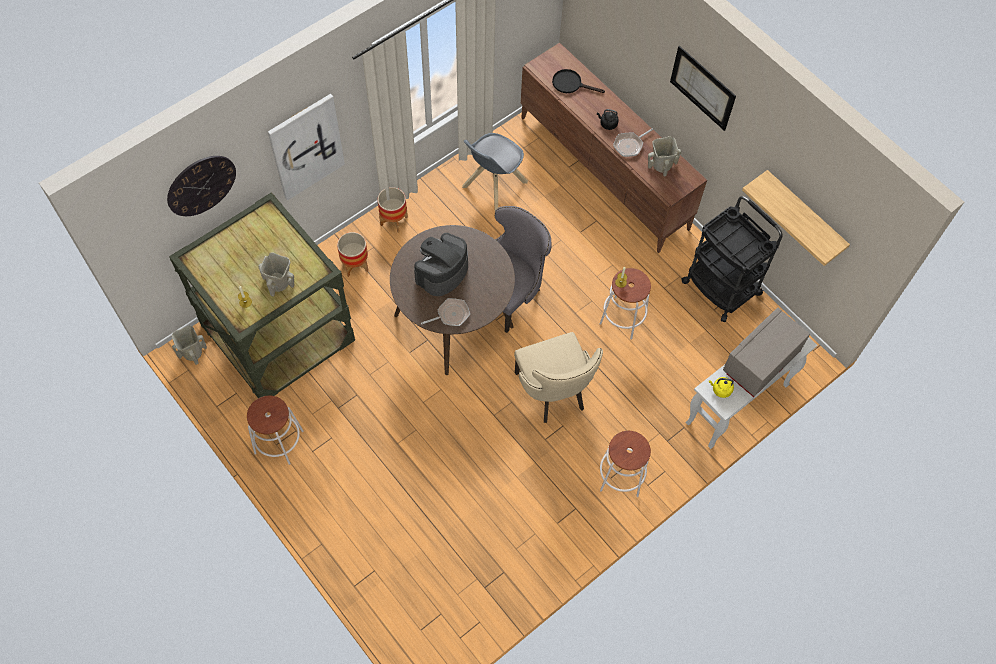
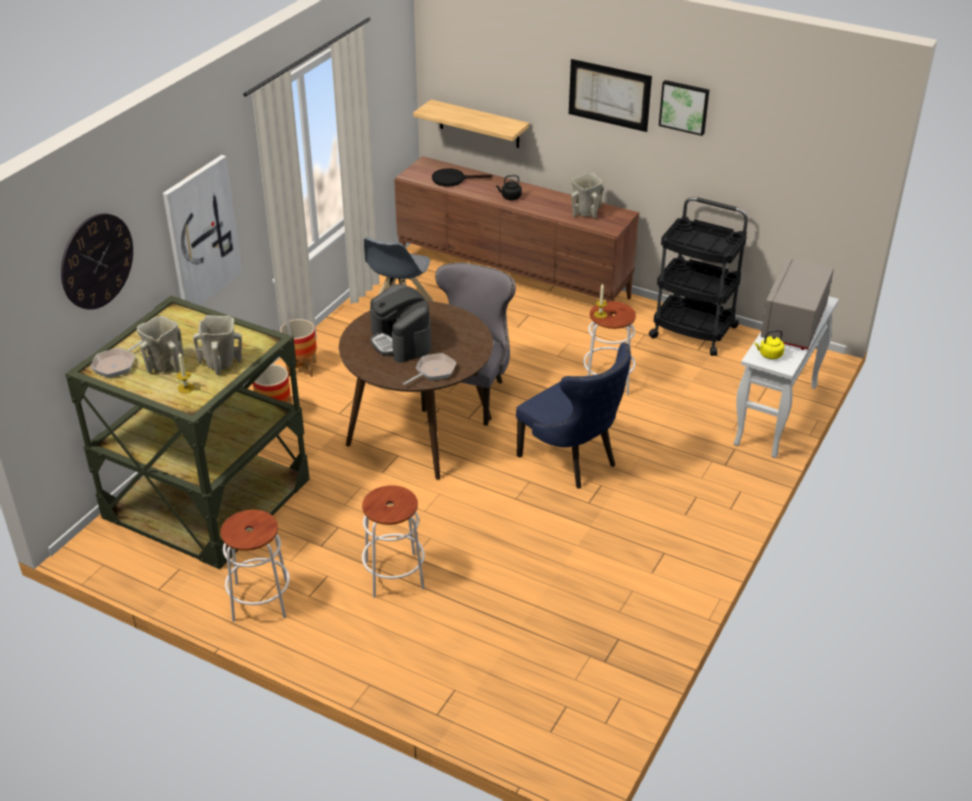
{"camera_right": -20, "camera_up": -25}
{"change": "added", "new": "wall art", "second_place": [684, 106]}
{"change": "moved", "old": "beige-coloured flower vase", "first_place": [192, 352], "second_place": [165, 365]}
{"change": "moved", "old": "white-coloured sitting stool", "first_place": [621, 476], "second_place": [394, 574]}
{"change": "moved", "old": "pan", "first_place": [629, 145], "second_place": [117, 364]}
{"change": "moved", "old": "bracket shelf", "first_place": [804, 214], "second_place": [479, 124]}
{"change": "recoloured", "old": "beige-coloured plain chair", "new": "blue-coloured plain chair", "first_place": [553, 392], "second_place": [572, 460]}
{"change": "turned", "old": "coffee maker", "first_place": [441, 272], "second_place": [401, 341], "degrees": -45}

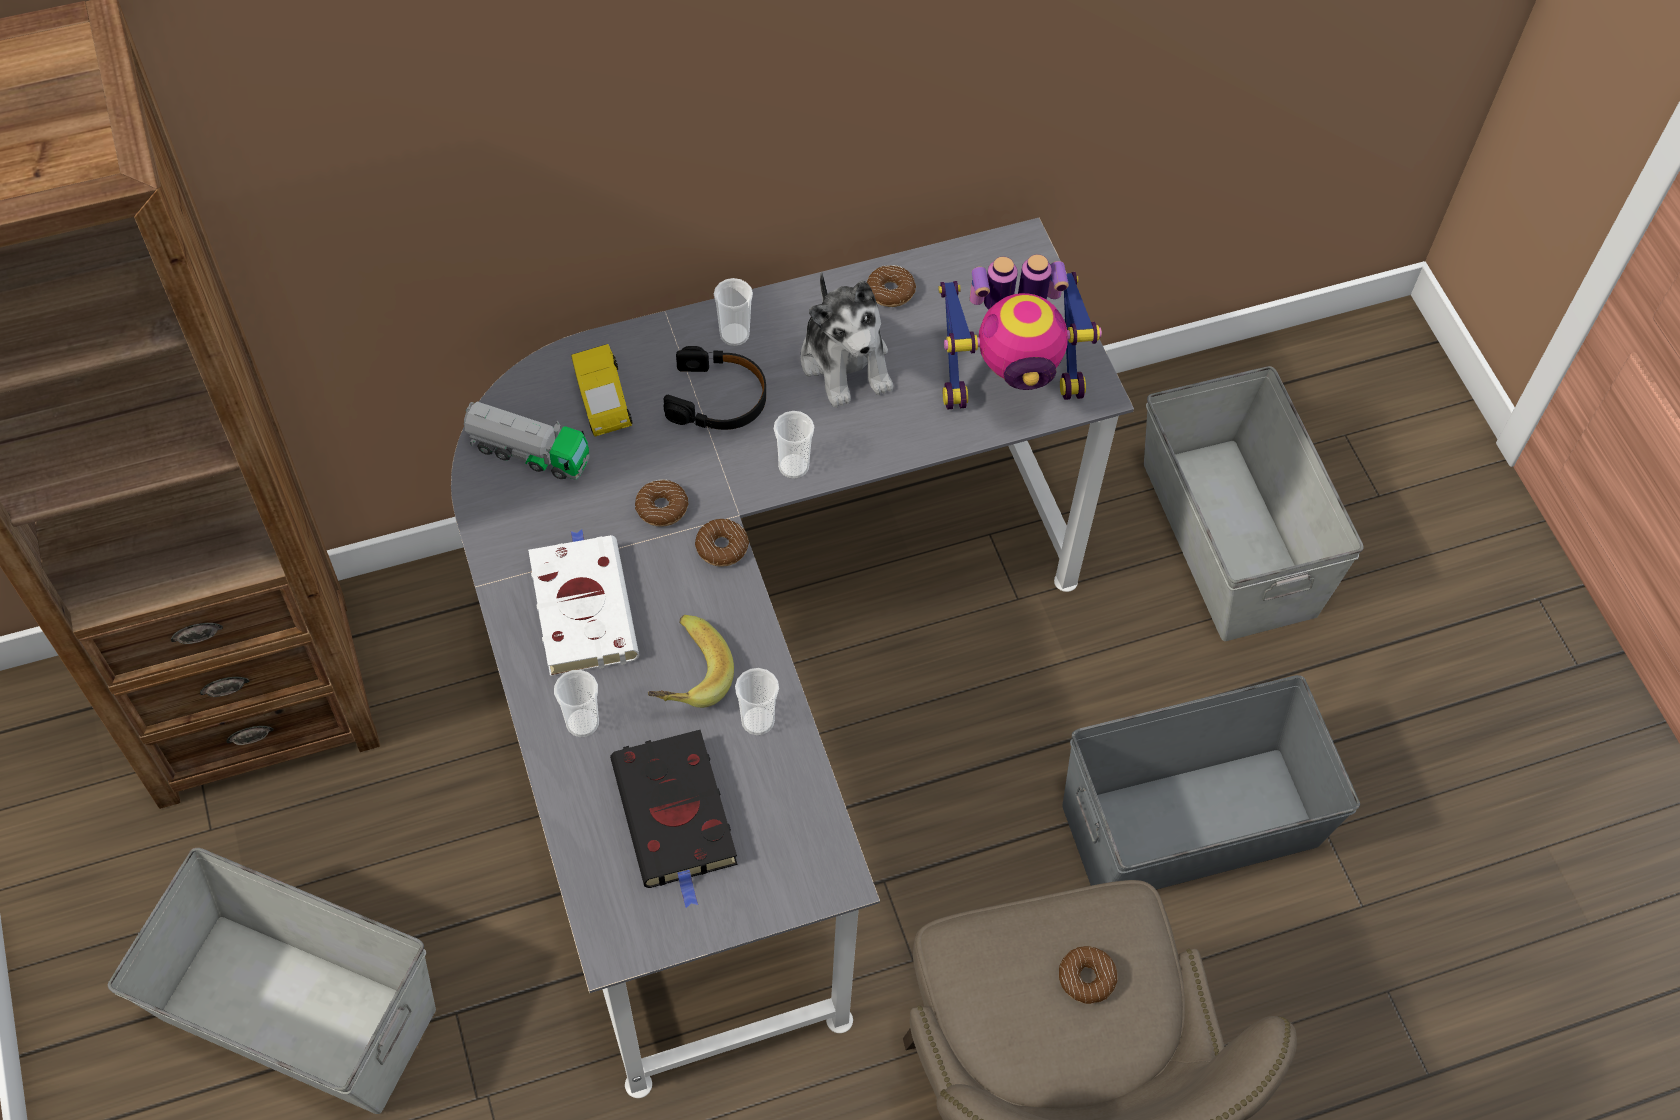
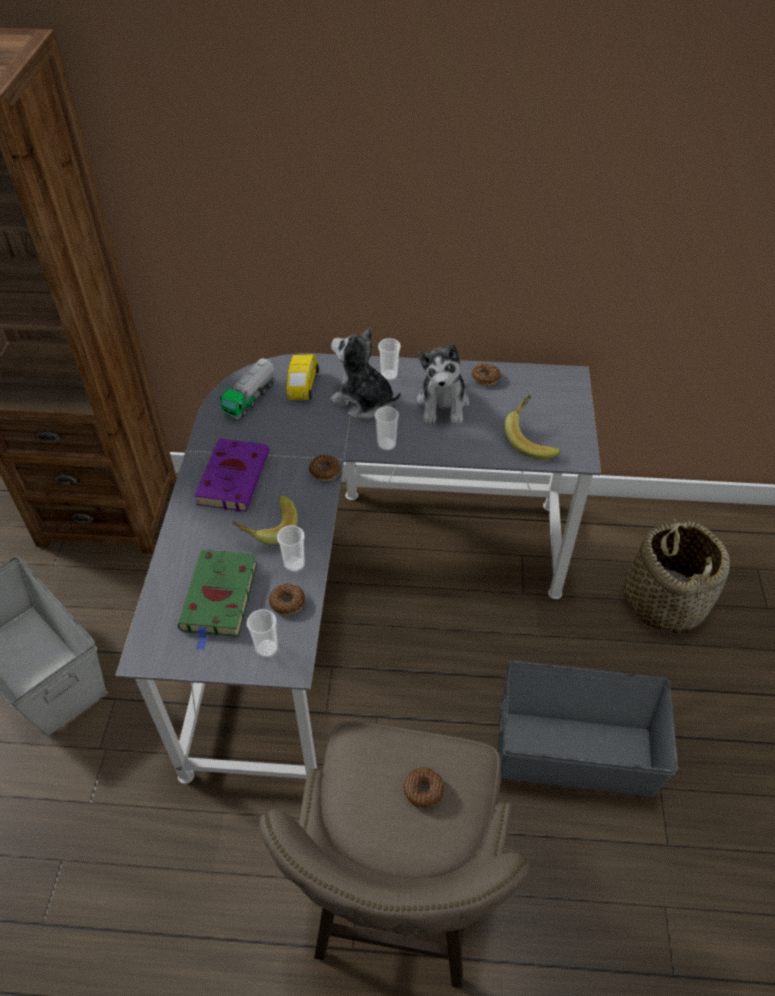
{"camera_right": 25, "camera_up": -10}
{"change": "moved", "old": "drinking cup", "first_place": [582, 723], "second_place": [267, 648]}
{"change": "moved", "old": "ring doughnut", "first_place": [662, 508], "second_place": [287, 602]}
{"change": "replaced", "old": "black-coloured headset", "new": "soft toy", "first_place": [718, 399], "second_place": [363, 401]}
{"change": "replaced", "old": "toy robot", "new": "banana fruit", "first_place": [1010, 382], "second_place": [532, 439]}
{"change": "replaced", "old": "gray storage bin", "new": "basket", "first_place": [1229, 536], "second_place": [664, 600]}
{"change": "recoloured", "old": "white-coloured volume", "new": "purple-coloured volume", "first_place": [582, 606], "second_place": [234, 476]}
{"change": "recoloured", "old": "black-coloured volume", "new": "greenish volume", "first_place": [676, 817], "second_place": [219, 599]}
{"change": "turned", "old": "model truck", "first_place": [528, 453], "second_place": [250, 398], "degrees": 75}

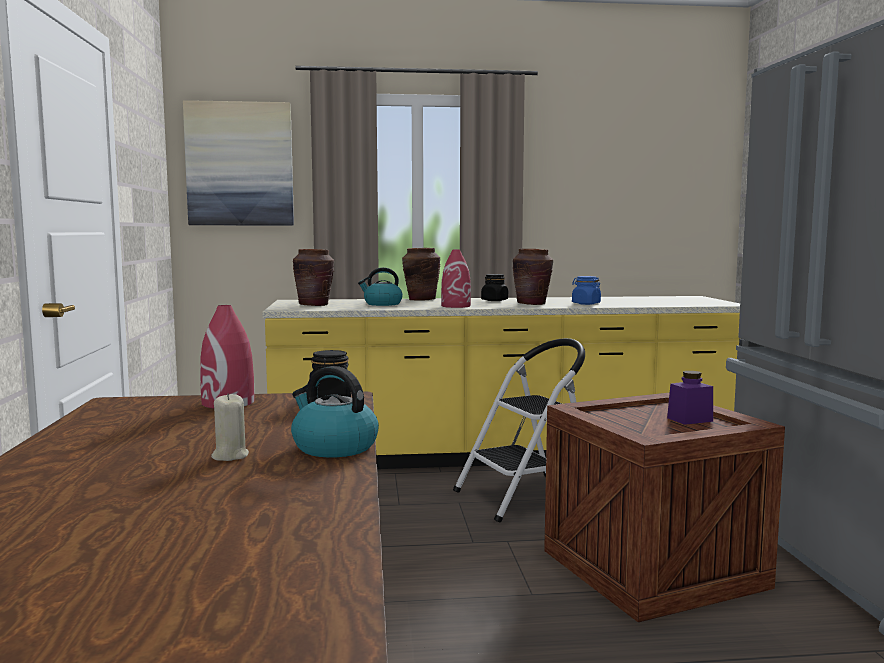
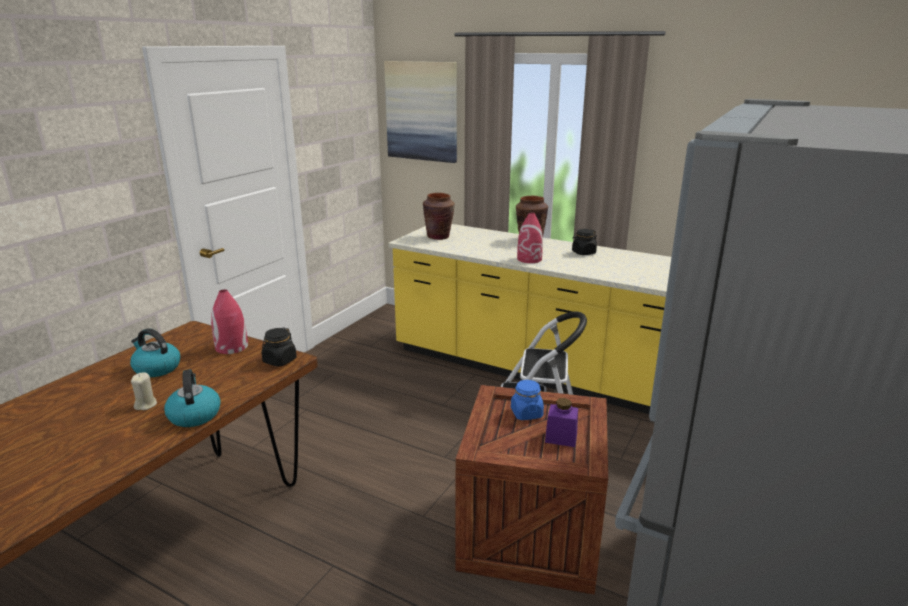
{"camera_right": 35, "camera_up": 15}
{"change": "removed", "old": "brown flower vase", "first_place": [532, 303]}
{"change": "moved", "old": "tea kettle", "first_place": [382, 304], "second_place": [156, 368]}
{"change": "moved", "old": "blue-coloured jar", "first_place": [585, 303], "second_place": [526, 413]}

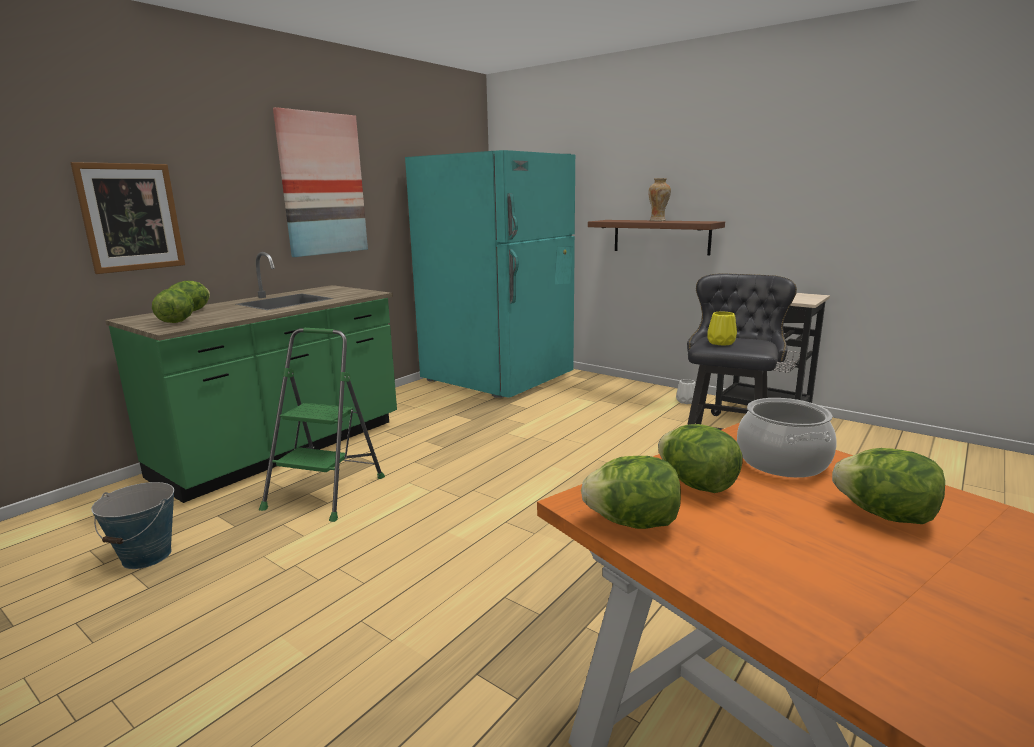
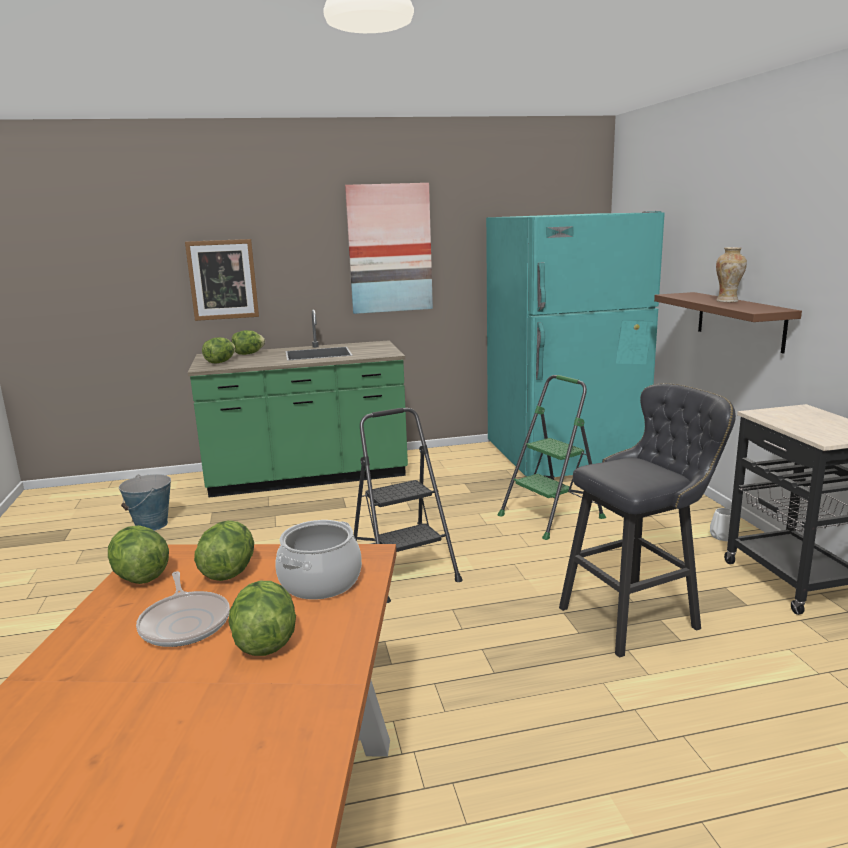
{"camera_right": 40, "camera_up": 0}
{"change": "removed", "old": "yellow flower vase", "first_place": [721, 343]}
{"change": "added", "new": "pan", "second_place": [185, 623]}
{"change": "added", "new": "black-coloured stepladder", "second_place": [402, 569]}
{"change": "moved", "old": "greenish stepladder", "first_place": [327, 490], "second_place": [553, 515]}

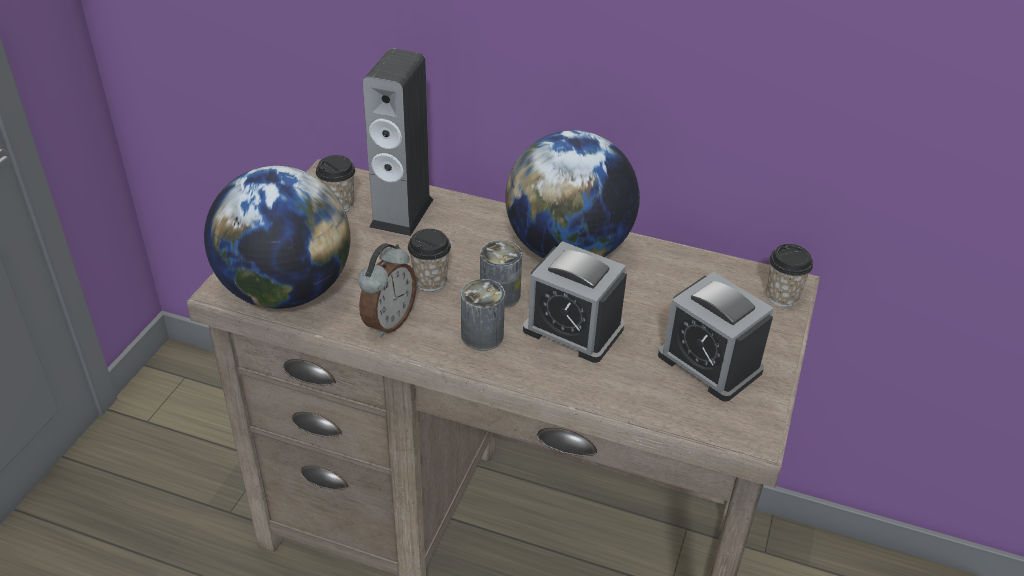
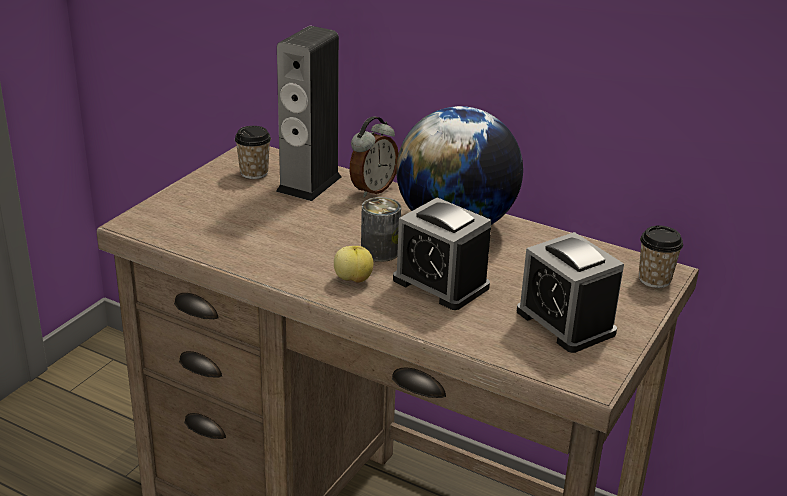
{"camera_right": 10, "camera_up": -10}
{"change": "removed", "old": "globe", "first_place": [286, 291]}
{"change": "removed", "old": "drinking cup", "first_place": [430, 281]}
{"change": "moved", "old": "bedside clock", "first_place": [388, 322], "second_place": [372, 189]}
{"change": "replaced", "old": "sealed can", "new": "apple", "first_place": [482, 335], "second_place": [353, 279]}

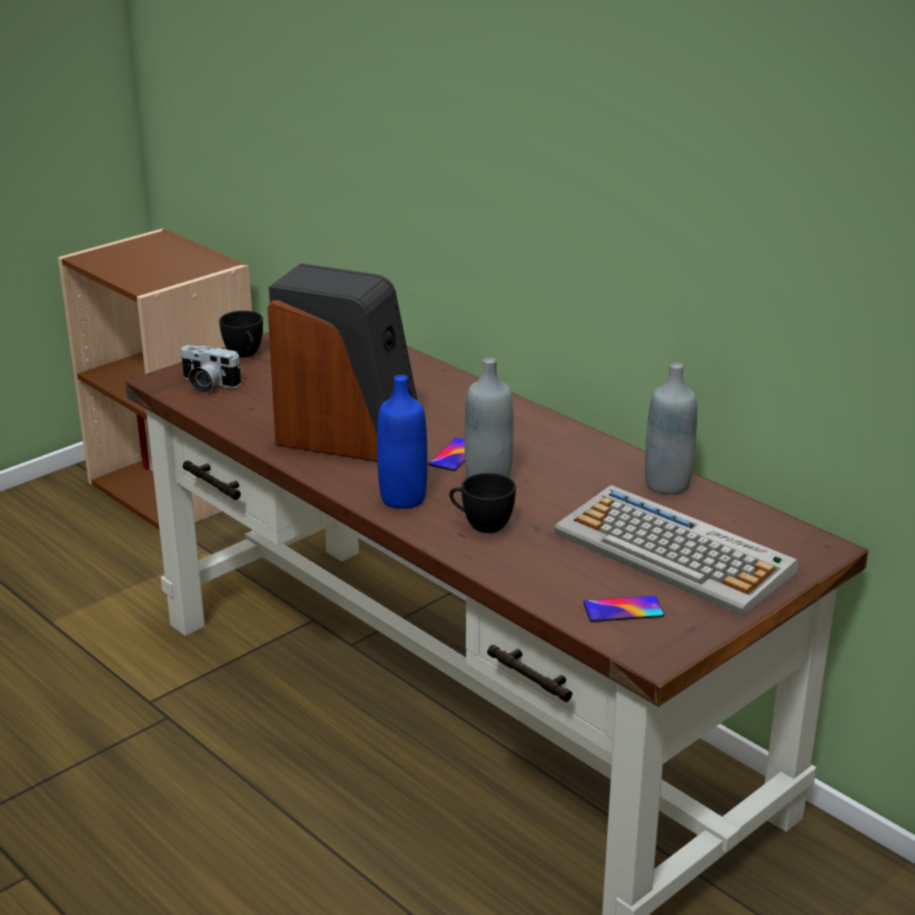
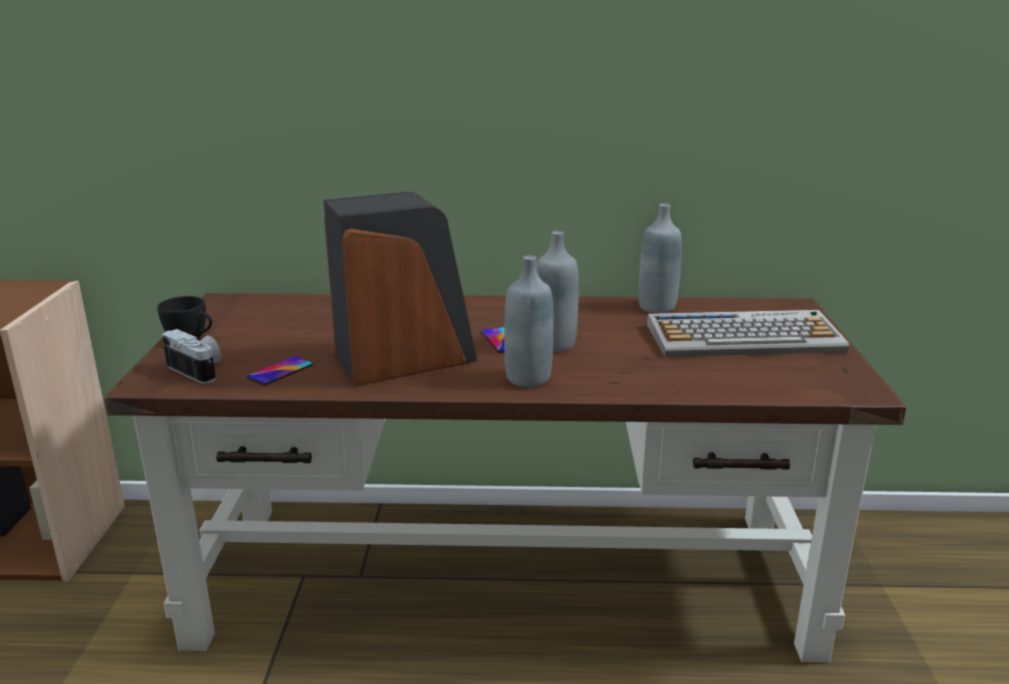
{"camera_right": -45, "camera_up": -5}
{"change": "removed", "old": "black-coloured drinking cup", "first_place": [481, 524]}
{"change": "moved", "old": "handset", "first_place": [623, 610], "second_place": [280, 371]}
{"change": "recoloured", "old": "blue-coloured beverage bottle", "new": "gray beverage bottle", "first_place": [403, 498], "second_place": [528, 378]}
{"change": "turned", "old": "still camera", "first_place": [207, 385], "second_place": [200, 370], "degrees": -120}

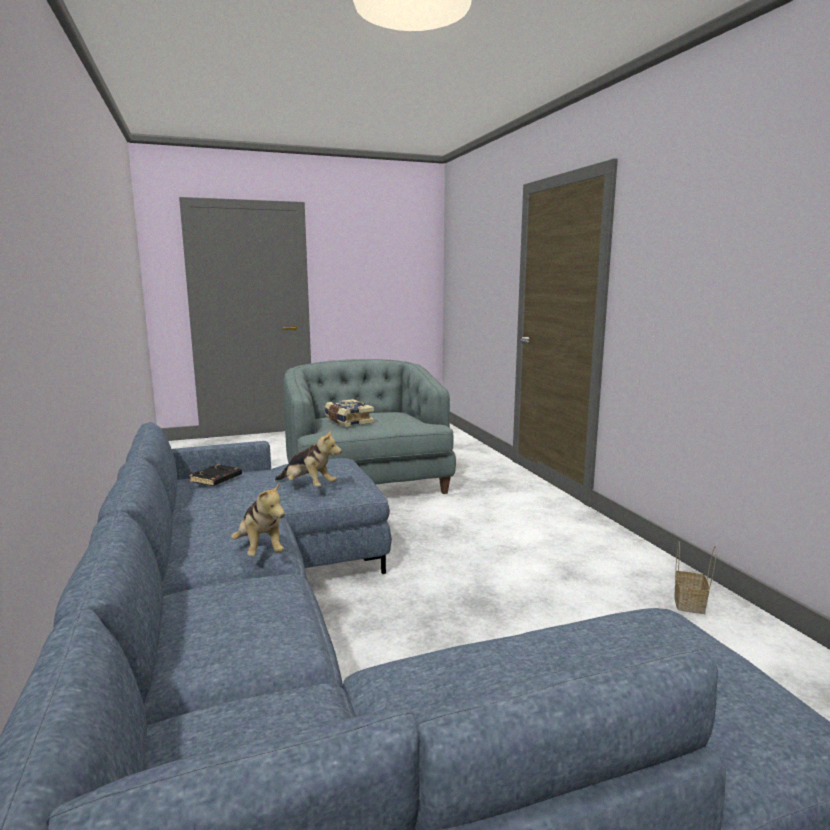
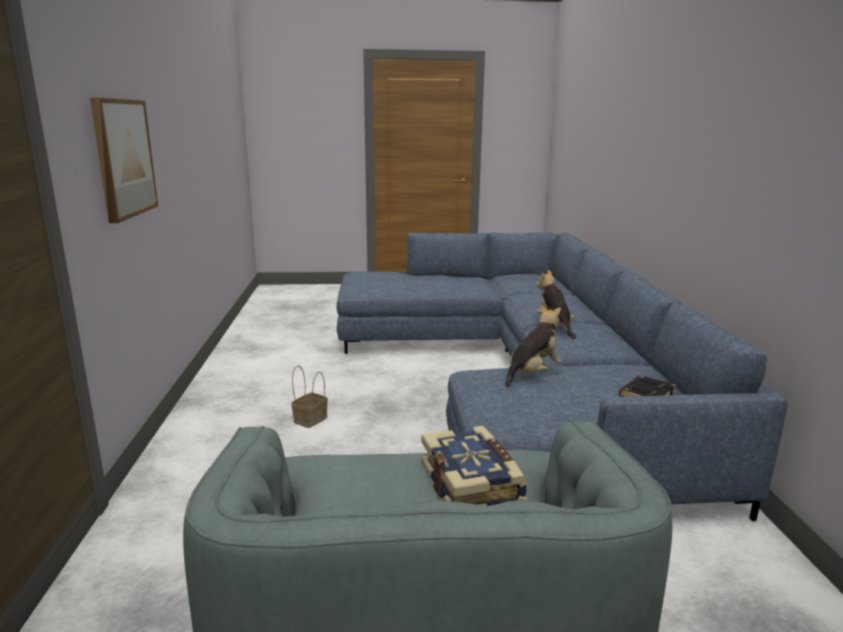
{"camera_right": -165, "camera_up": 5}
{"change": "added", "new": "wall art", "second_place": [123, 158]}
{"change": "moved", "old": "basket", "first_place": [690, 604], "second_place": [310, 419]}
{"change": "turned", "old": "soft toy", "first_place": [308, 486], "second_place": [532, 373], "degrees": 90}

